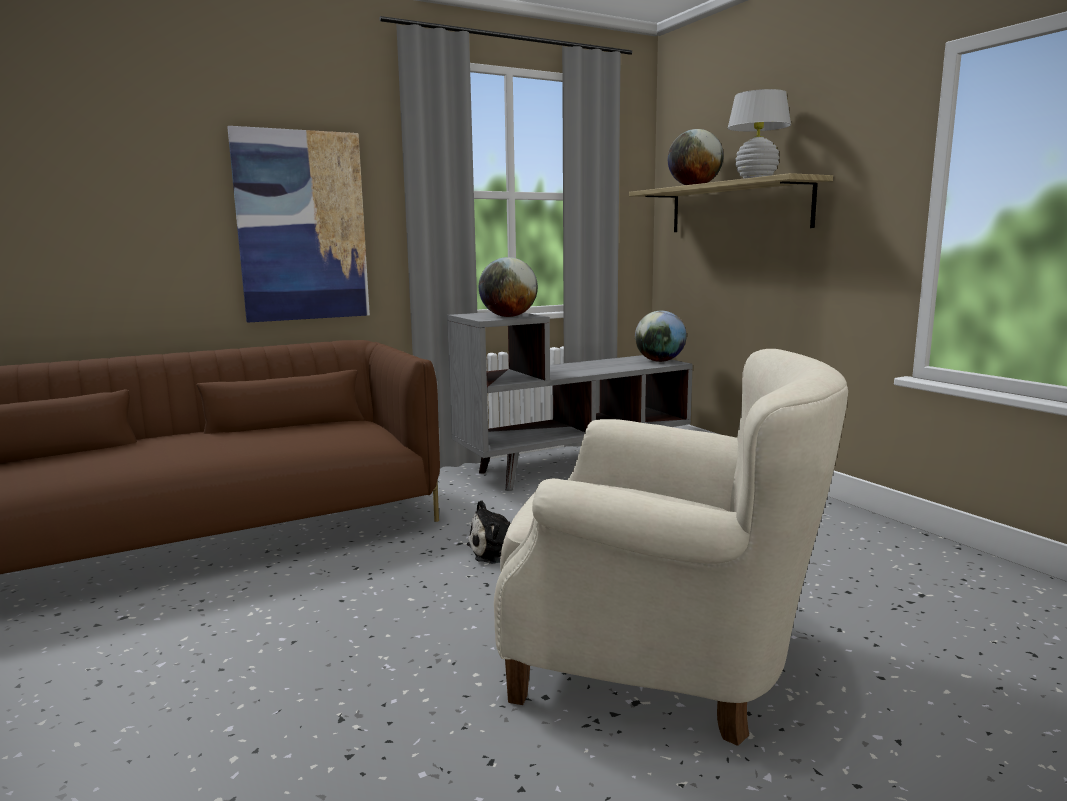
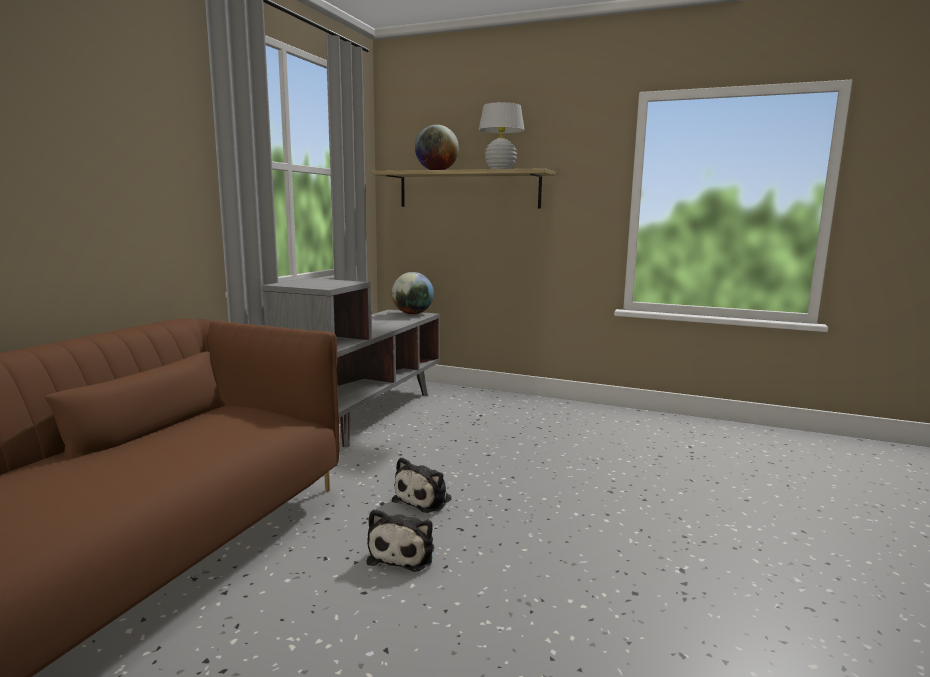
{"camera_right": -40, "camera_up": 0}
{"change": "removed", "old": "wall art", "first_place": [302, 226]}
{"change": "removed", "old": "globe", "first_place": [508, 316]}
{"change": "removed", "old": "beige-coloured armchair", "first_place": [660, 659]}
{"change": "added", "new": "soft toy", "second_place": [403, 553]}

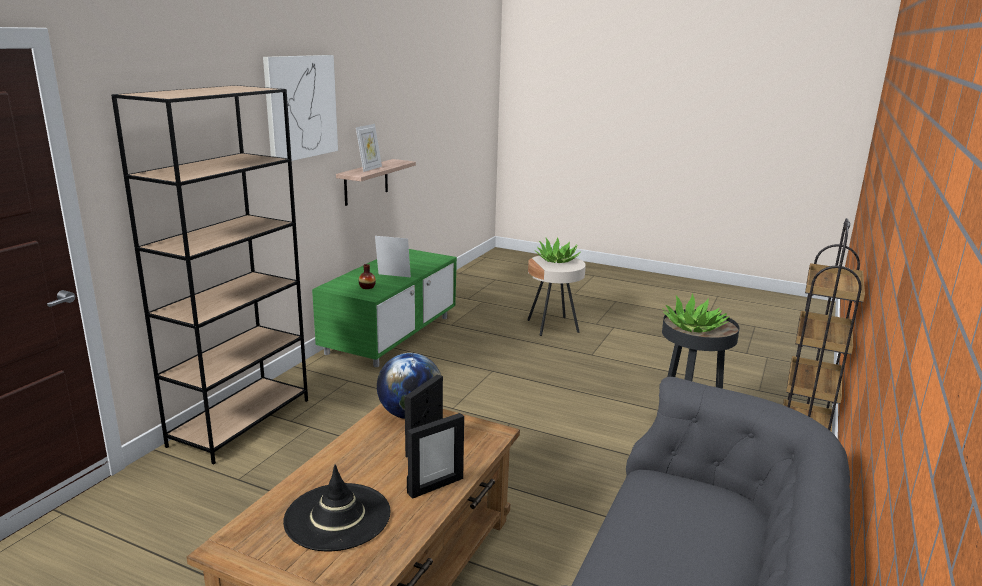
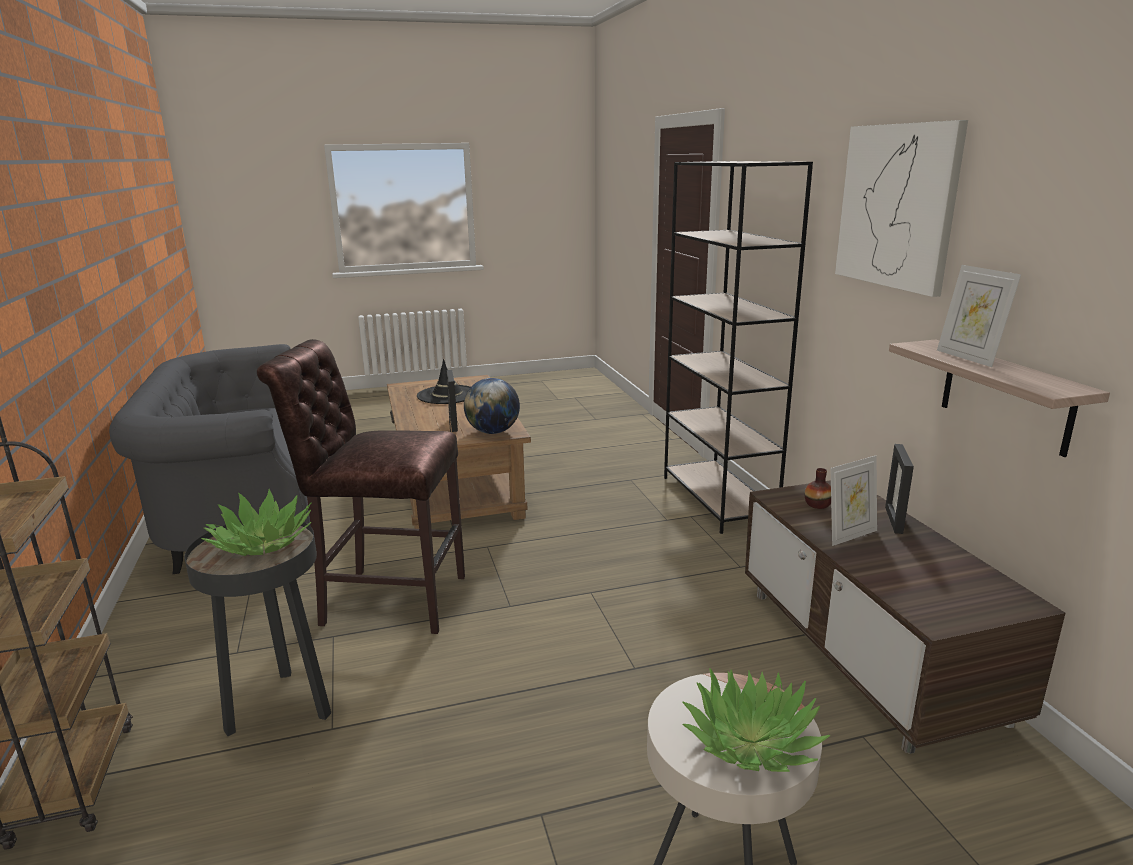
{"camera_right": 140, "camera_up": 0}
{"change": "added", "new": "brown sitting stool", "second_place": [386, 599]}
{"change": "moved", "old": "photo frame", "first_place": [435, 485], "second_place": [895, 520]}
{"change": "recoloured", "old": "greenish tv stand", "new": "brown tv stand", "first_place": [391, 334], "second_place": [867, 654]}

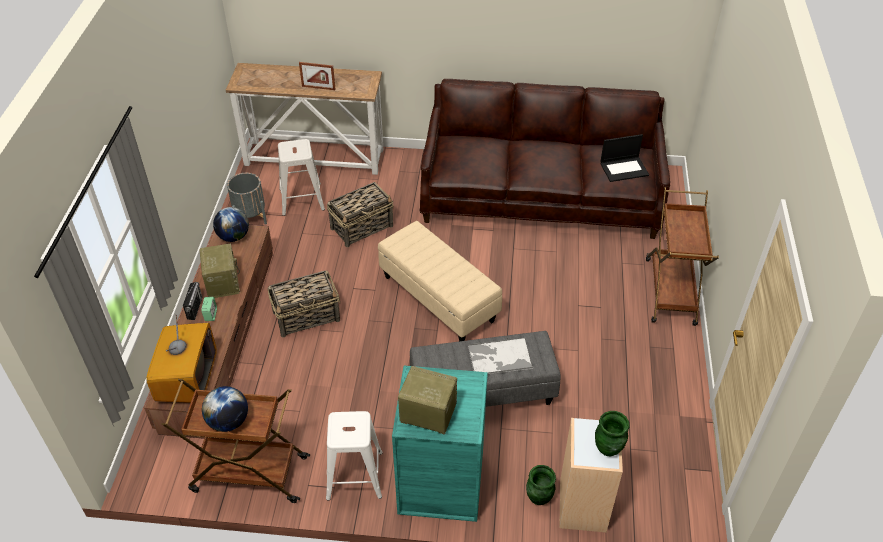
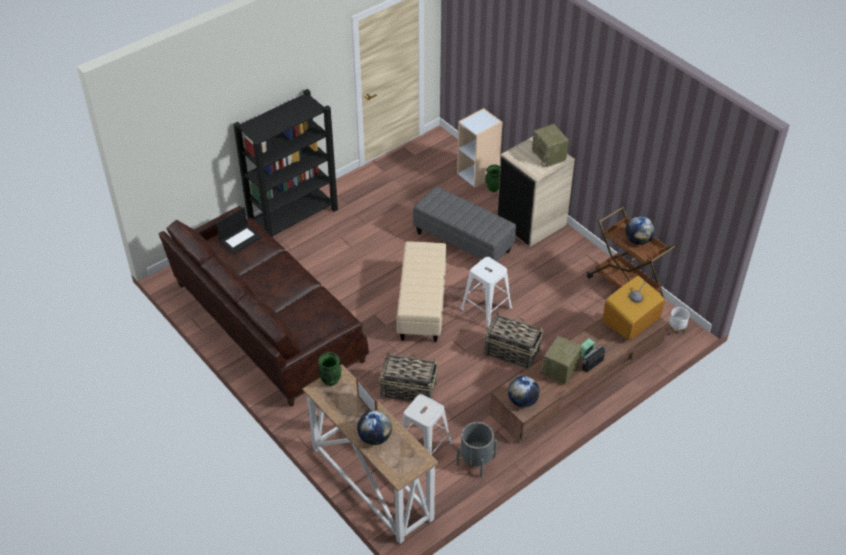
{"camera_right": -135, "camera_up": 0}
{"change": "removed", "old": "carrying tray", "first_place": [499, 357]}
{"change": "added", "new": "globe", "second_place": [374, 437]}
{"change": "added", "new": "white-coloured flower pot", "second_place": [676, 330]}
{"change": "moved", "old": "white-coloured sitting stool", "first_place": [354, 475], "second_place": [486, 308]}
{"change": "moved", "old": "greenish flower vase", "first_place": [608, 448], "second_place": [330, 380]}
{"change": "replaced", "old": "brown wheeled cart", "new": "black-coloured shelving unit", "first_place": [670, 292], "second_place": [293, 217]}
{"change": "recoloured", "old": "blue-green cupboard", "new": "beige-coloured cupboard", "first_place": [440, 482], "second_place": [531, 223]}
{"change": "turned", "old": "notebook computer", "first_place": [624, 169], "second_place": [240, 238], "degrees": 105}

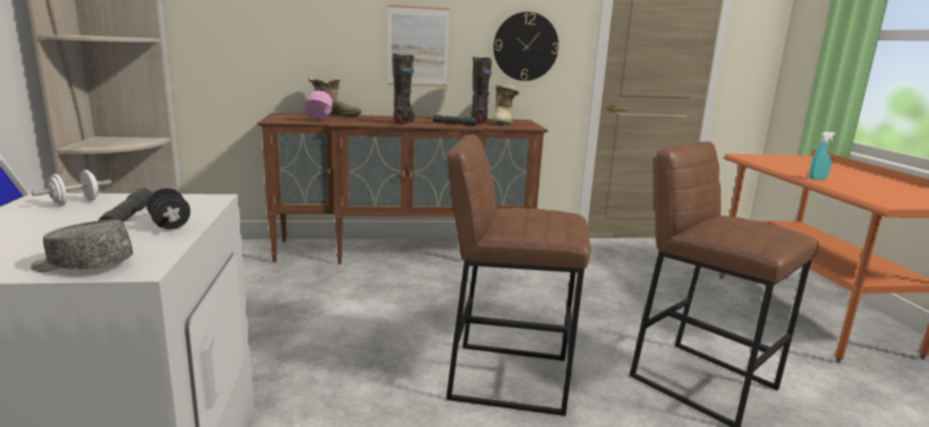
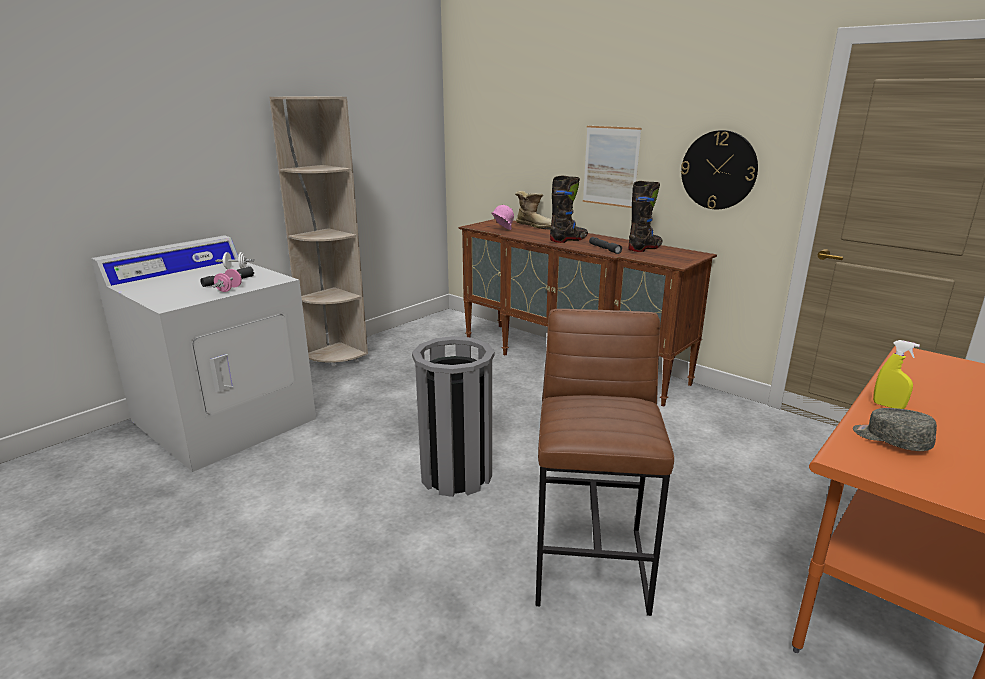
{"camera_right": 50, "camera_up": 5}
{"change": "removed", "old": "high-top boot", "first_place": [503, 122]}
{"change": "moved", "old": "gray peaked cap", "first_place": [82, 265], "second_place": [890, 440]}
{"change": "replaced", "old": "brown sitting stool", "new": "gray waste bin", "first_place": [507, 377], "second_place": [456, 475]}
{"change": "recoloured", "old": "black-coloured hand weight", "new": "pinkish hand weight", "first_place": [170, 225], "second_place": [229, 289]}
{"change": "recoloured", "old": "blue-green hand sprayer", "new": "yellow hand sprayer", "first_place": [817, 179], "second_place": [888, 406]}

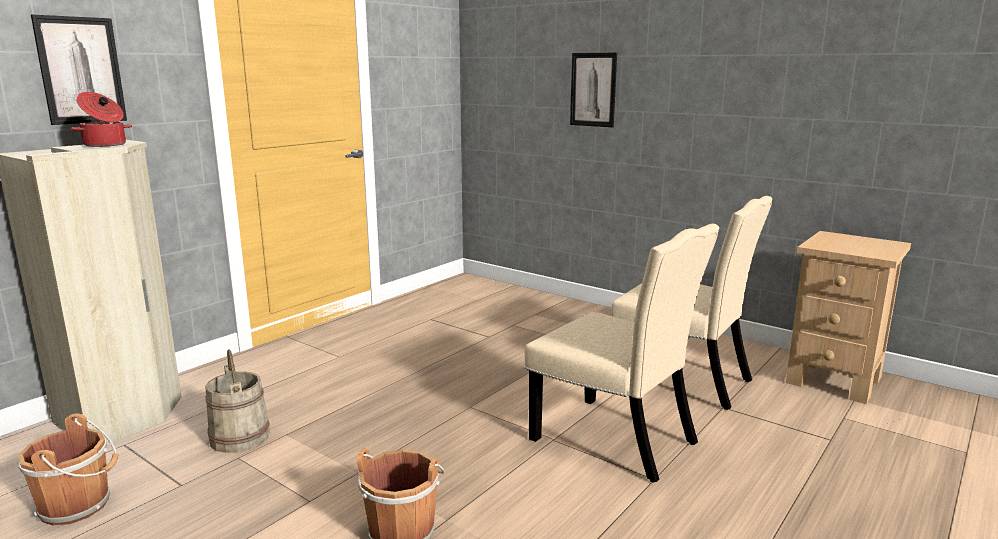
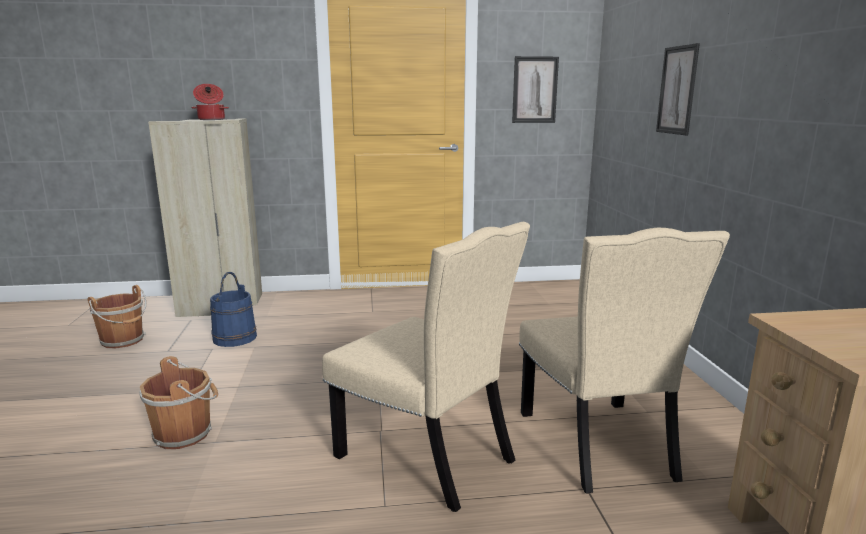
{"camera_right": 45, "camera_up": 0}
{"change": "moved", "old": "wall art", "first_place": [81, 70], "second_place": [534, 90]}
{"change": "recoloured", "old": "beige-coloured water bucket", "new": "blue-coloured water bucket", "first_place": [240, 437], "second_place": [235, 338]}
{"change": "turned", "old": "beige-coloured plain chair", "first_place": [612, 438], "second_place": [424, 454], "degrees": -45}

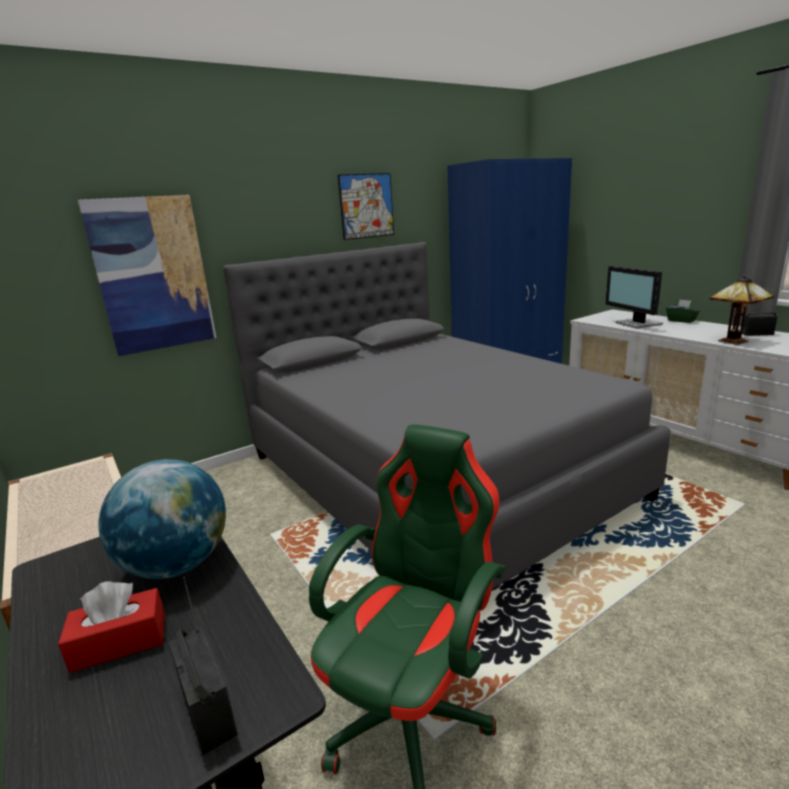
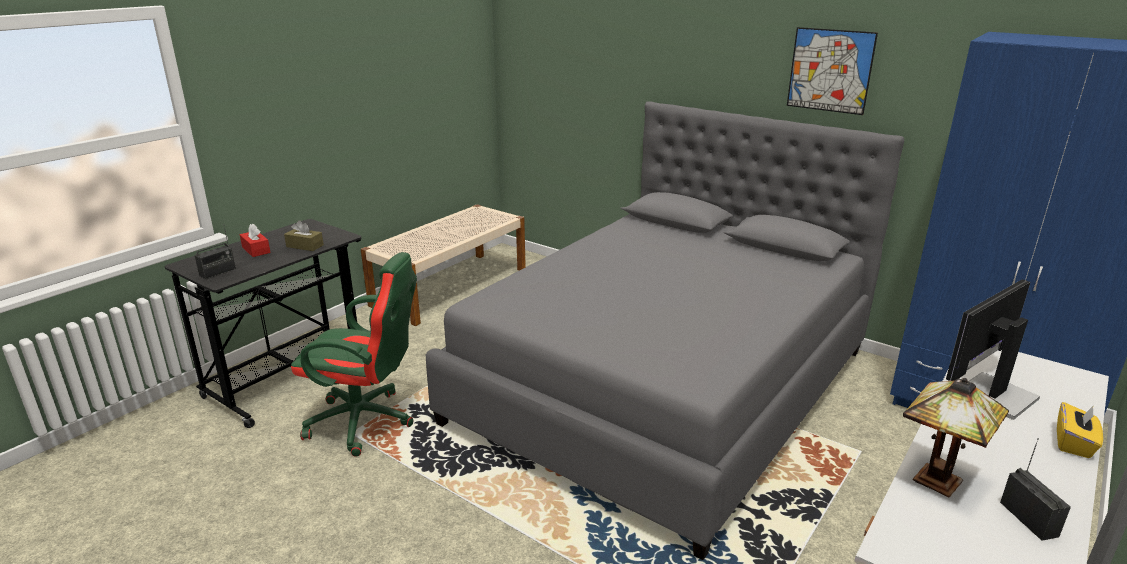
{"camera_right": 70, "camera_up": 5}
{"change": "removed", "old": "wall art", "first_place": [152, 275]}
{"change": "replaced", "old": "globe", "new": "brown tissue holder", "first_place": [177, 565], "second_place": [305, 246]}
{"change": "recoloured", "old": "greenish tissue holder", "new": "yellow tissue holder", "first_place": [681, 320], "second_place": [1073, 443]}

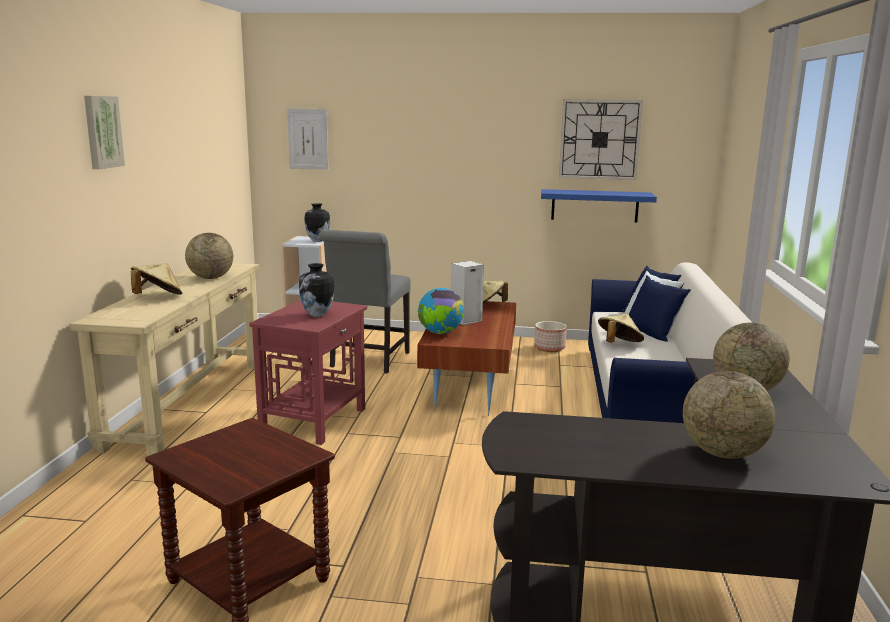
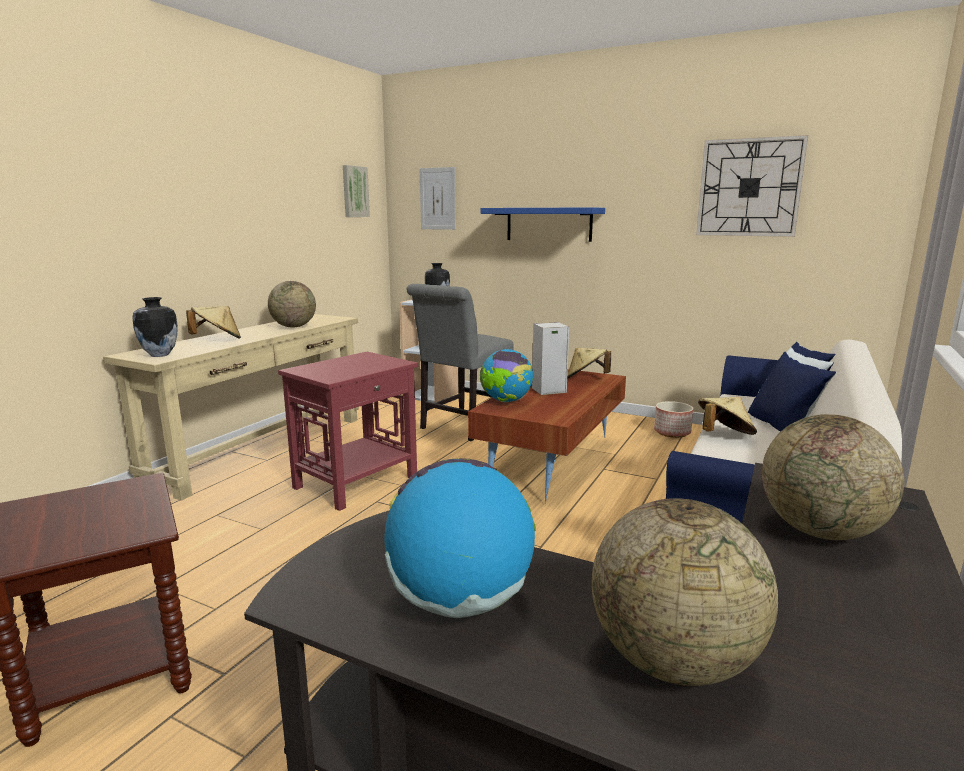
{"camera_right": 20, "camera_up": 0}
{"change": "added", "new": "globe", "second_place": [461, 602]}
{"change": "moved", "old": "wall art", "first_place": [102, 132], "second_place": [354, 191]}
{"change": "moved", "old": "flower vase", "first_place": [317, 315], "second_place": [159, 355]}
{"change": "moved", "old": "blue-coloured bracket shelf", "first_place": [594, 205], "second_place": [548, 224]}

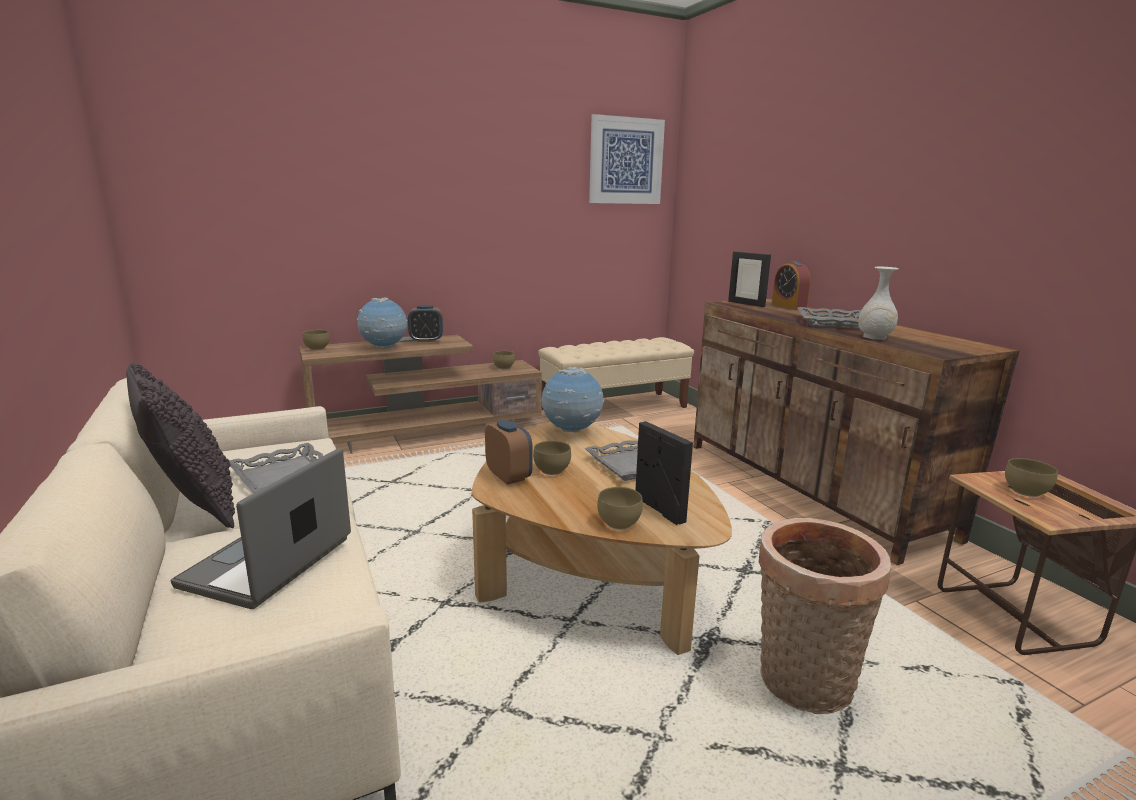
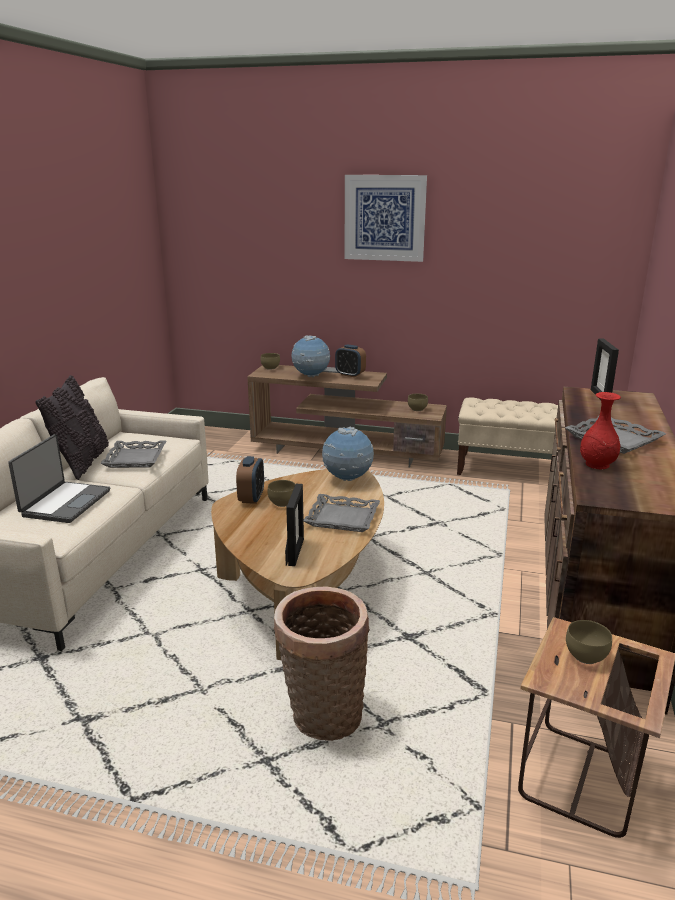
{"camera_right": 40, "camera_up": 5}
{"change": "removed", "old": "brown deep dish", "first_place": [618, 523]}
{"change": "removed", "old": "bedside clock", "first_place": [788, 306]}
{"change": "moved", "old": "wall art", "first_place": [626, 161], "second_place": [384, 218]}
{"change": "recoloured", "old": "white-coloured flower vase", "new": "red-coloured flower vase", "first_place": [874, 337], "second_place": [596, 465]}
{"change": "turned", "old": "notebook computer", "first_place": [270, 563], "second_place": [65, 503], "degrees": 135}

